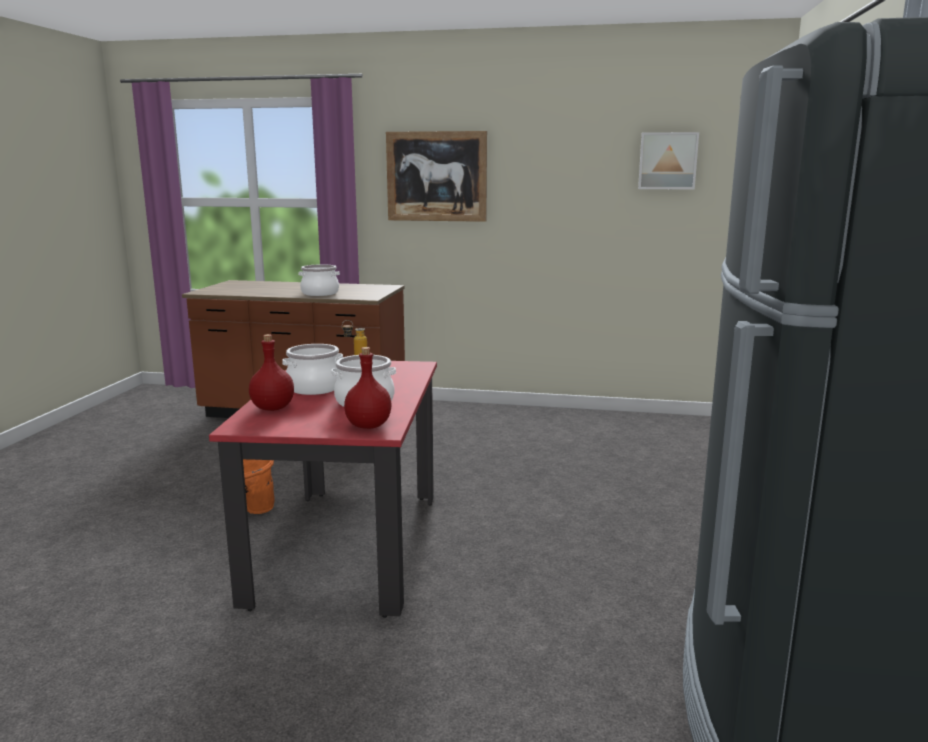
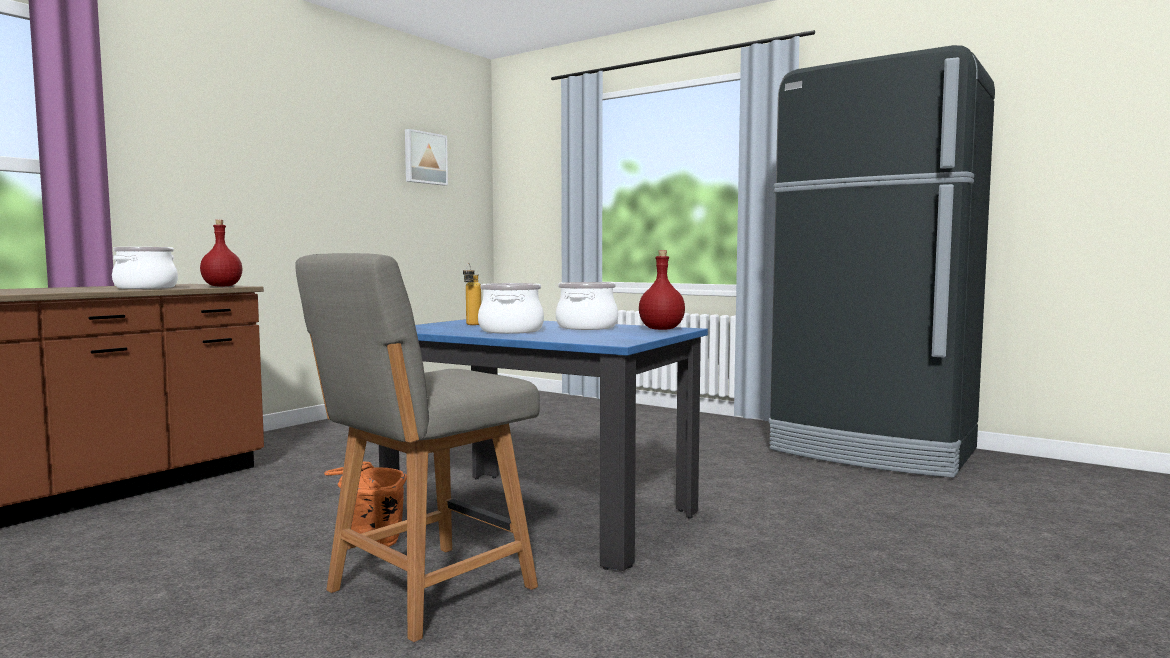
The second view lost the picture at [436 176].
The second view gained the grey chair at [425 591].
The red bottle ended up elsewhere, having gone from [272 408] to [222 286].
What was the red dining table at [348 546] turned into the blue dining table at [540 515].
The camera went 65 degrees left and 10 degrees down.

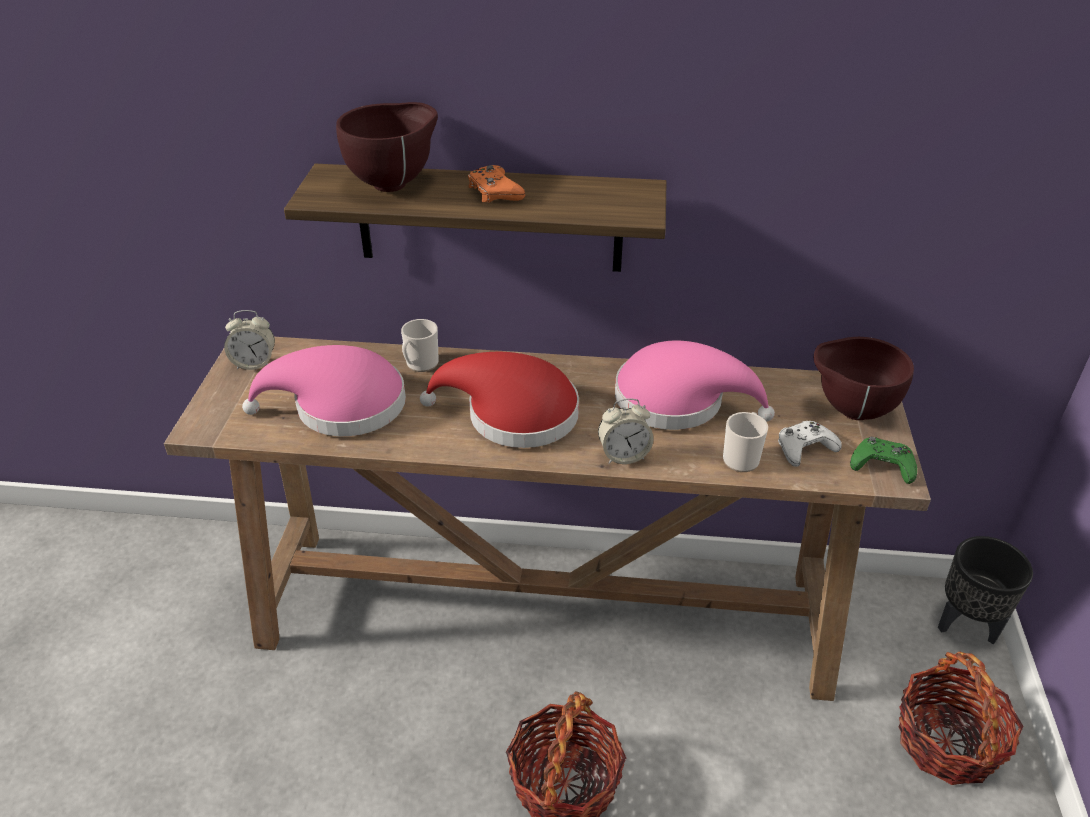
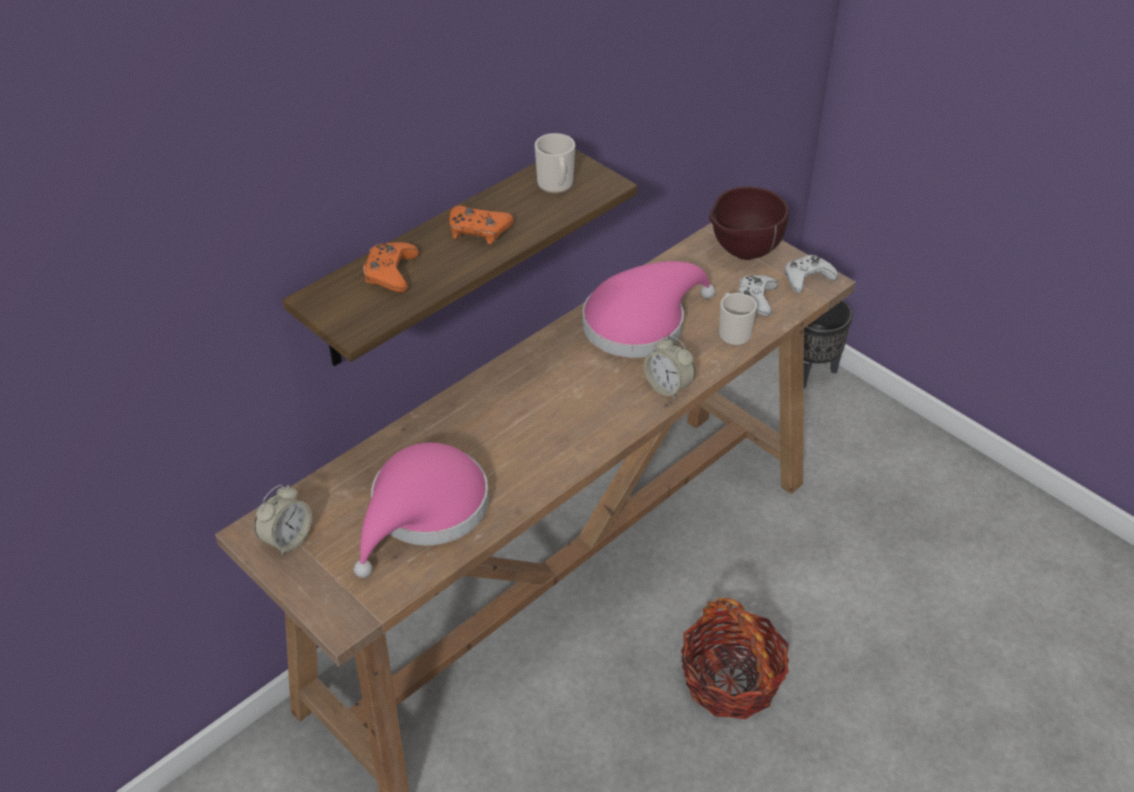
The second view lost the red hat at [513 414].
The second view lost the basket at [947 742].
The mug ended up elsewhere, having gone from [420 364] to [556 185].
Where the brown bowl stood at [394 184], the orange game controller came to stand at [391 273].
What was the green game controller at [882 465] turned into the white game controller at [807 278].
The alarm clock at [623 455] ended up facing another way, 105 degrees clockwise from before.
The camera went 50 degrees left and 5 degrees up.

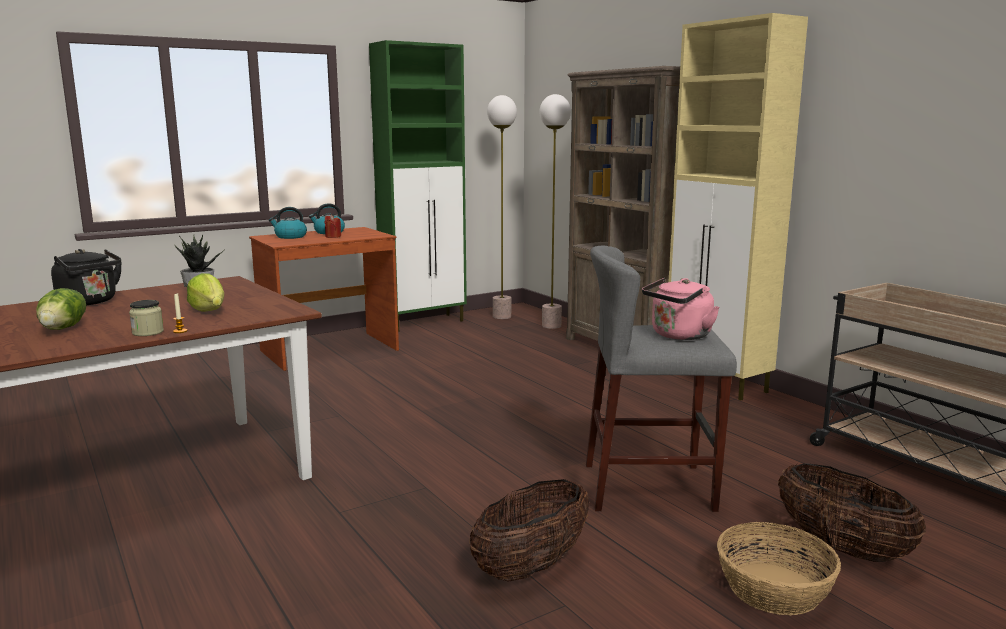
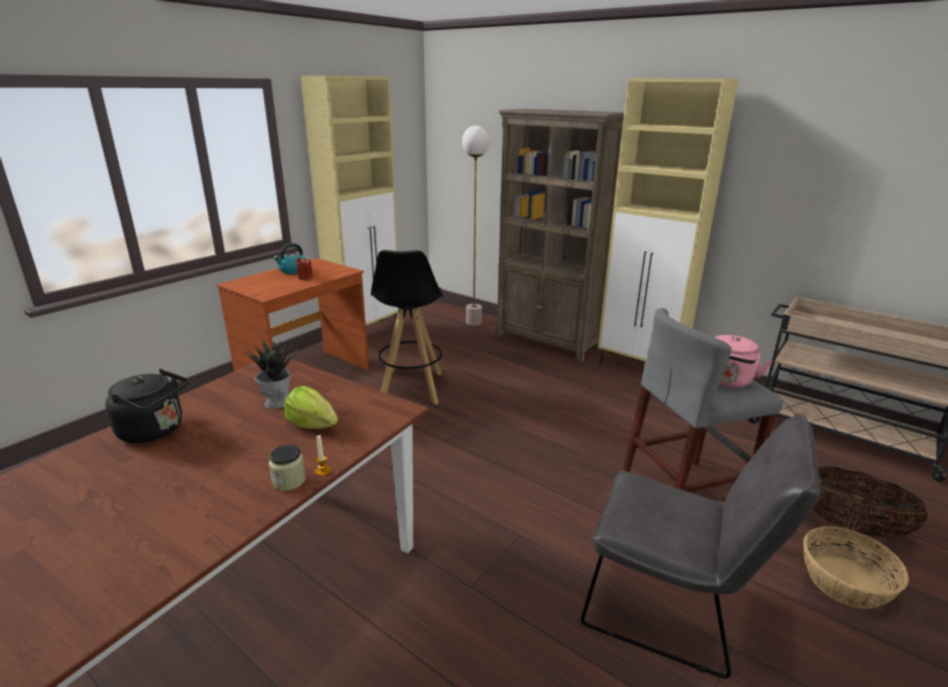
The second view lost the lettuce at [64 328].
The second view lost the kettle at [290 237].
The second view lost the floor lamp at [501 316].
The second view gained the black stool at [411 388].
Where the basket stood at [531 567], the grey chair came to stand at [673 609].
What was the green cabinet at [425 323] turned into the beige cabinet at [366 332].
The camera went 20 degrees left and 10 degrees up.

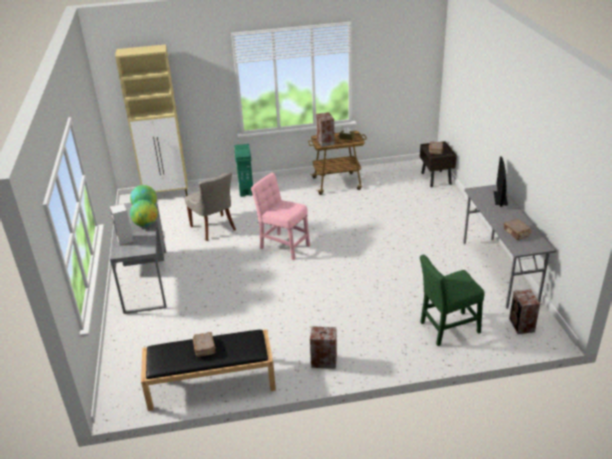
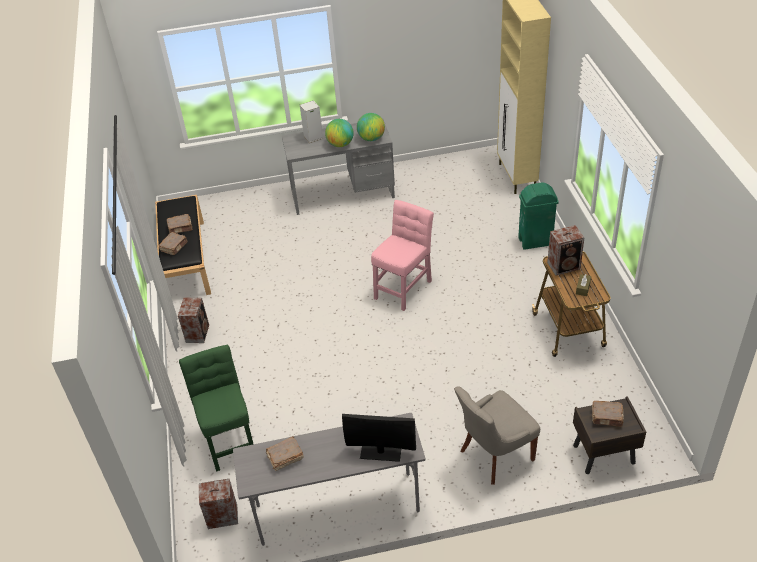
The second view gained the brown book at [174 247].
The grey chair ended up elsewhere, having gone from [214 228] to [494 455].
The camera went 90 degrees right and 10 degrees up.

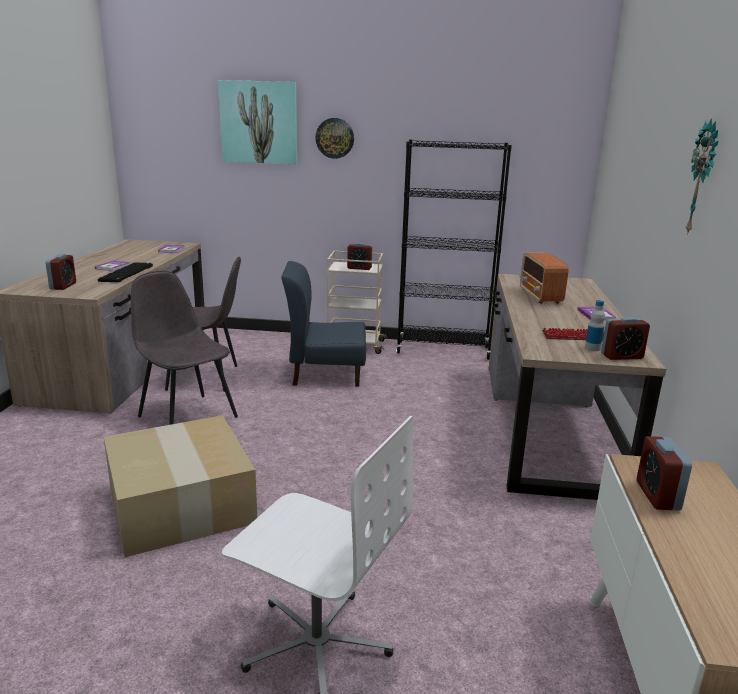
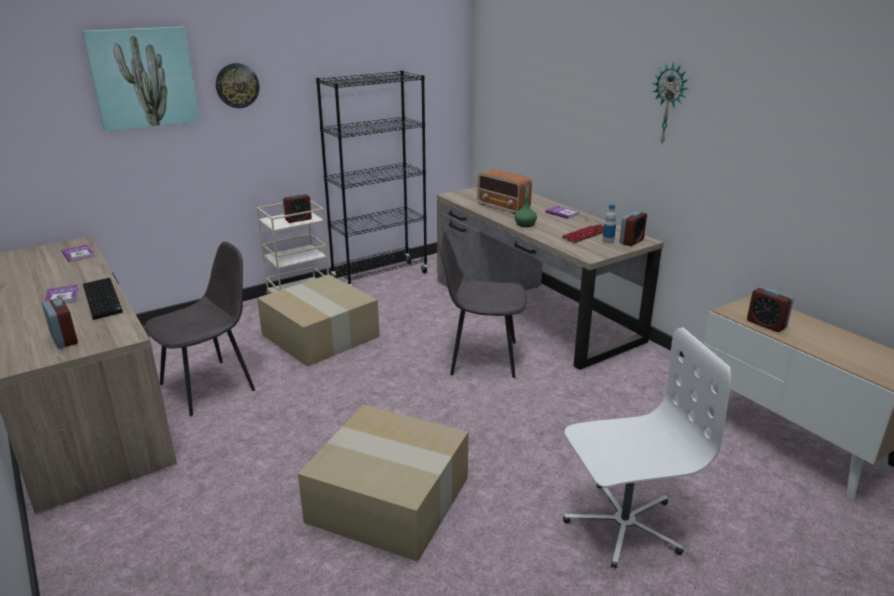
The second view gained the green bottle at [525 224].
The grey chair ended up elsewhere, having gone from [186 416] to [481 358].
Where the blue chair stood at [325 374], the cardboard box came to stand at [318 335].
The camera went 40 degrees left and 5 degrees up.

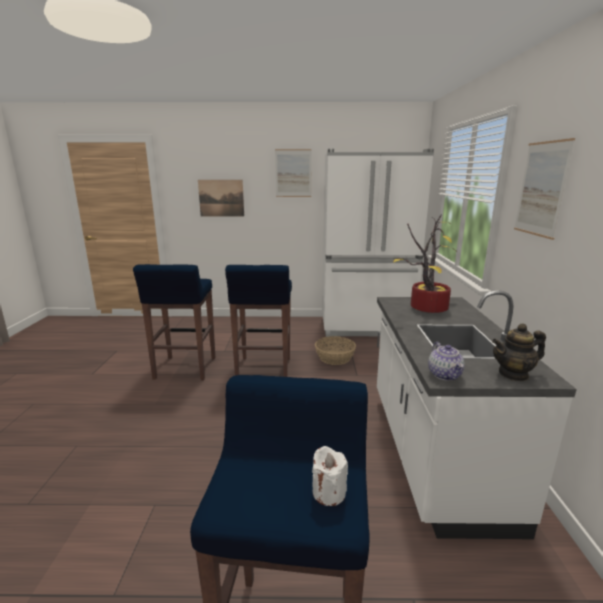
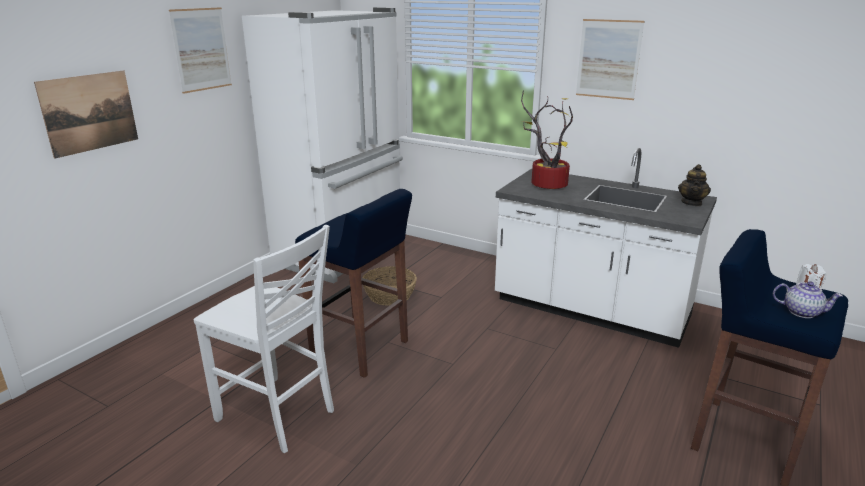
The teapot ended up elsewhere, having gone from [445 375] to [802 312].
Where the blue stool stood at [185 369], the white chair came to stand at [278 416].
The camera went 60 degrees left and 5 degrees up.

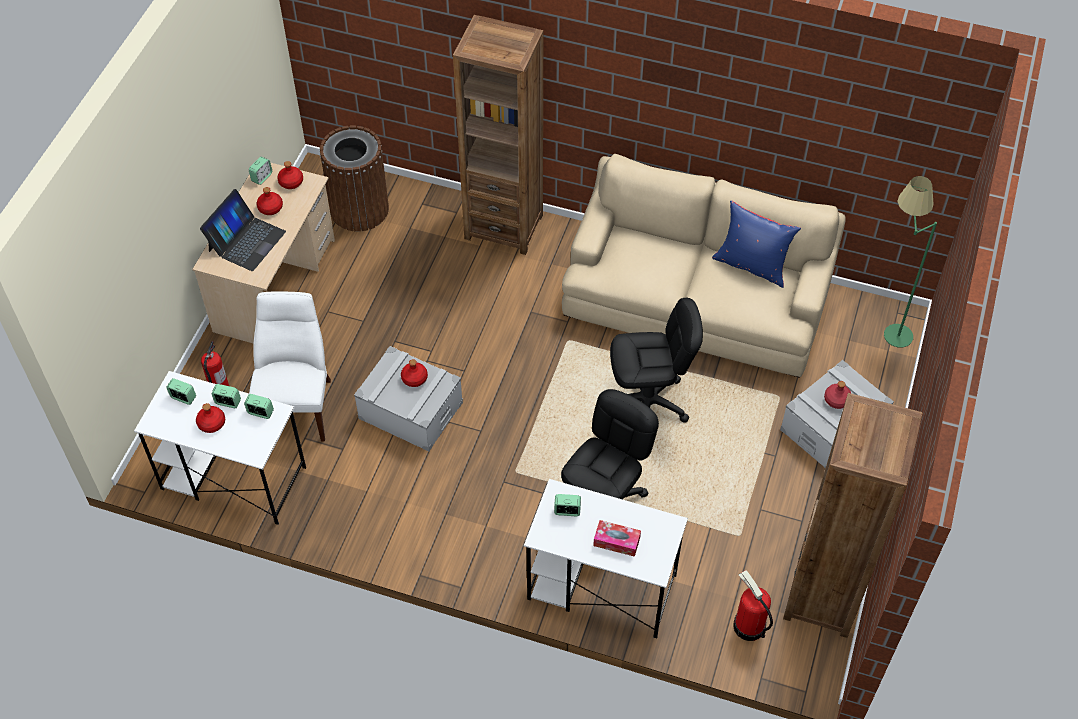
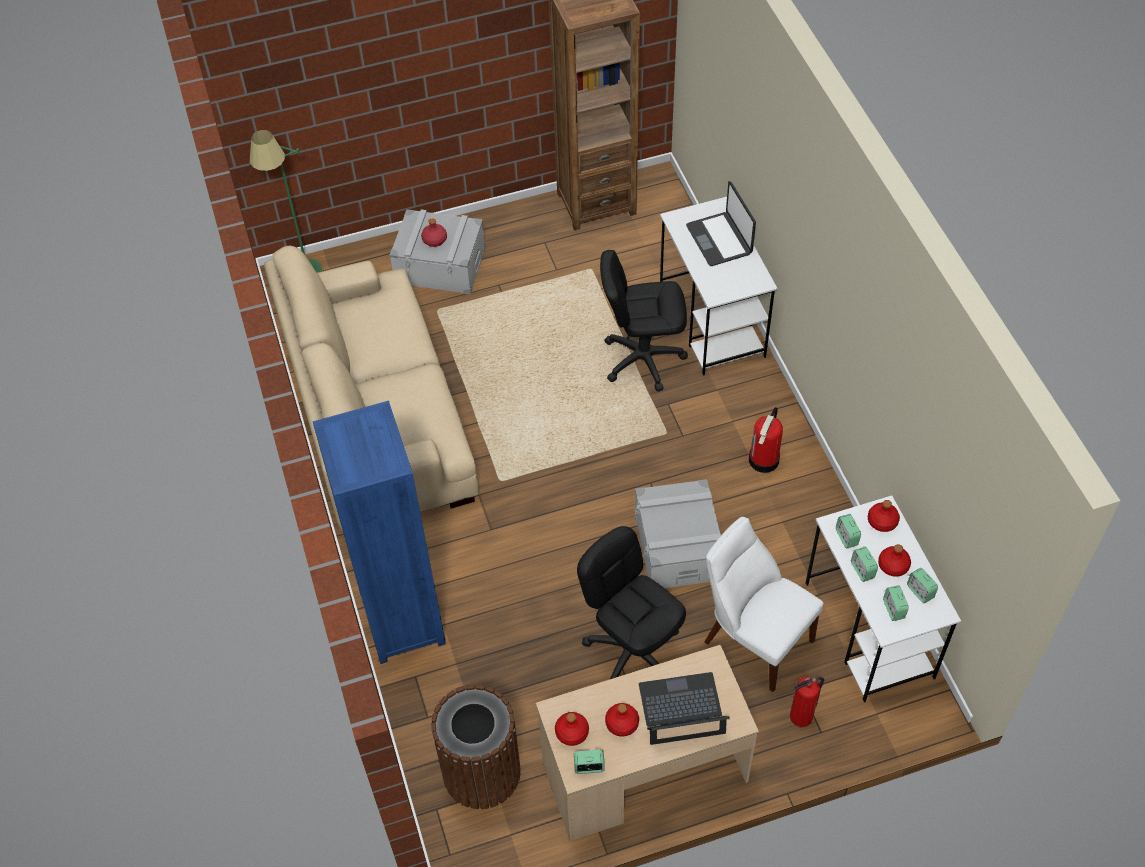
The second view lost the blue pillow at [751 265].
The red bottle ended up elsewhere, having gone from [414 378] to [882 522].
The alarm clock ended up elsewhere, having gone from [567 511] to [920 591].
The black office chair ended up elsewhere, having gone from [648 403] to [632 650].
The fire extinguisher ended up elsewhere, having gone from [748 626] to [764 460].
Where the tissue box stood at [616 541], the laptop came to stand at [720 240].
What was the brown bookcase at [504 227] turned into the blue bookcase at [402 620].
The white chair at [298 405] ended up facing another way, 75 degrees clockwise from before.
The camera went 125 degrees left and 0 degrees up.

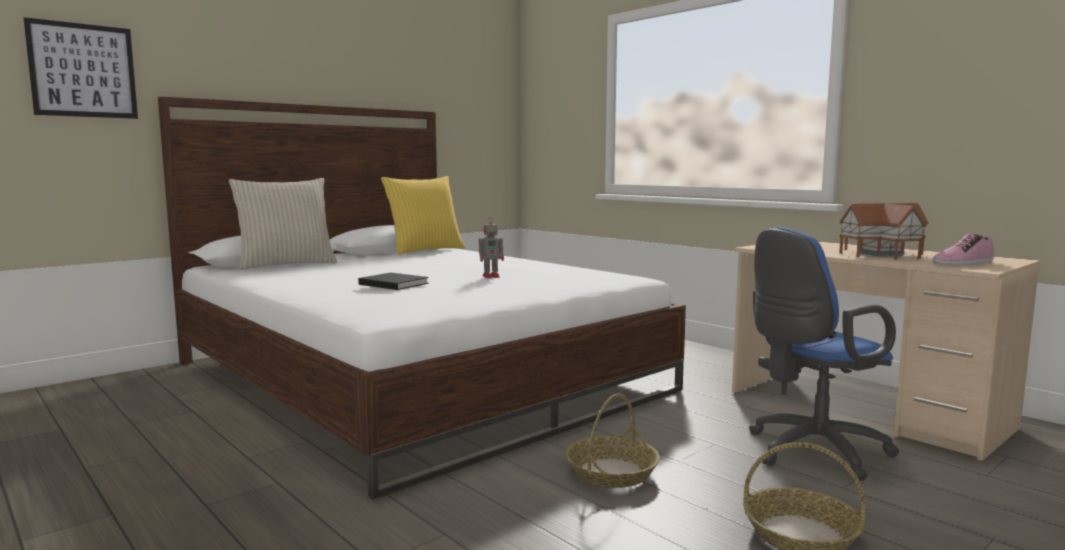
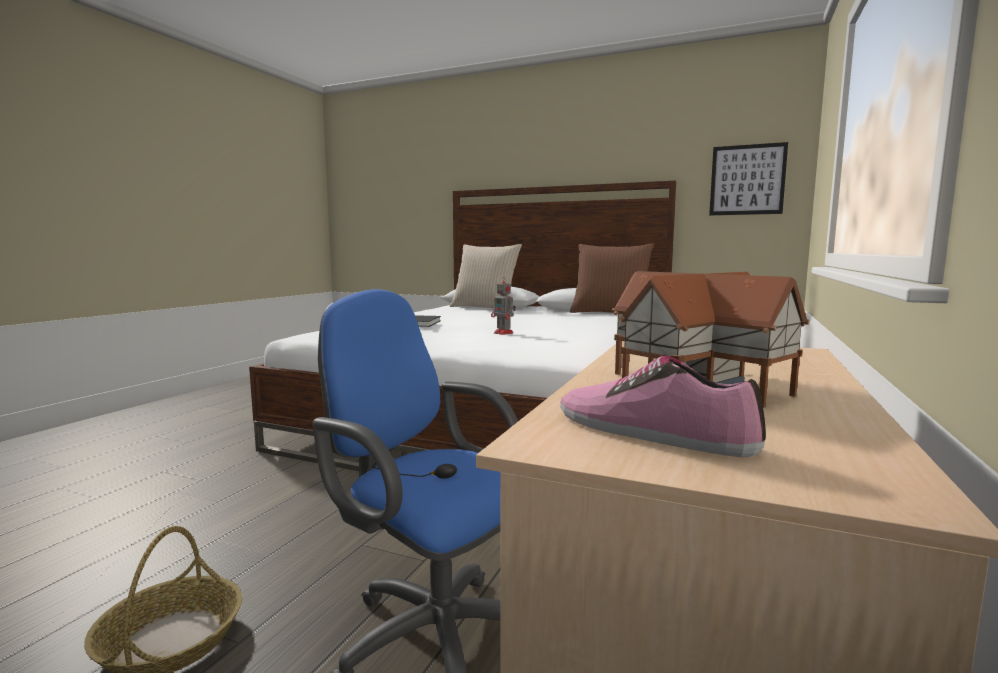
The second view lost the basket at [611 472].
The picture ended up elsewhere, having gone from [83 70] to [747 180].
What was the yellow pillow at [425 250] turned into the brown pillow at [610 313].
The camera went 65 degrees right and 0 degrees up.

